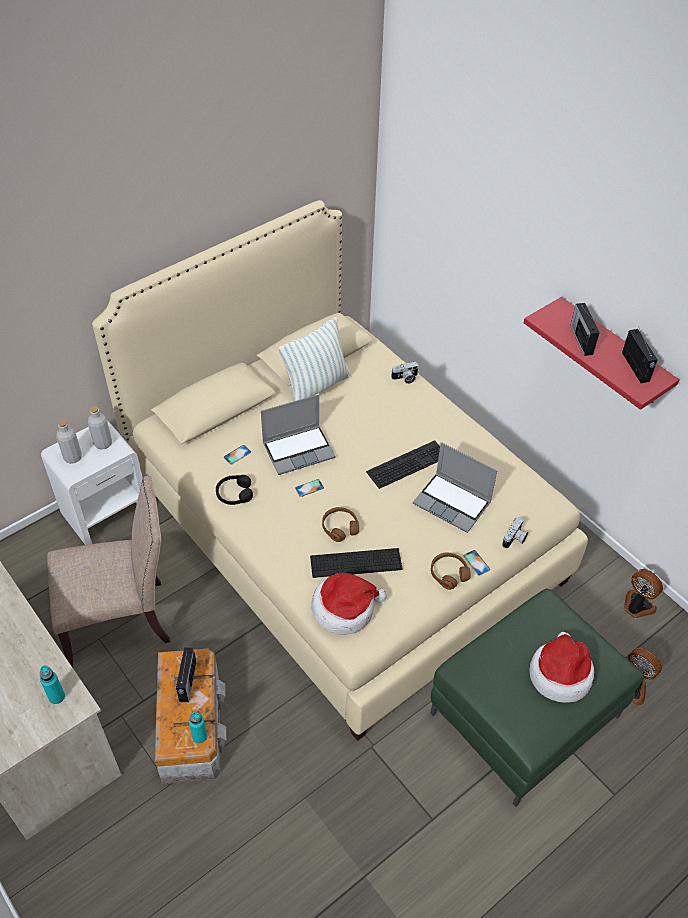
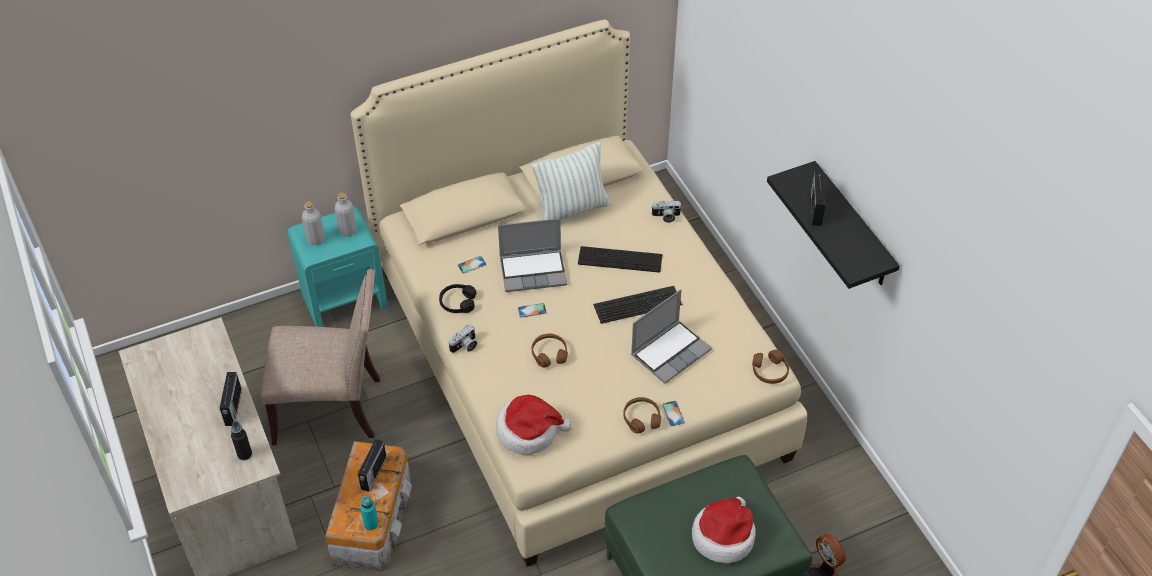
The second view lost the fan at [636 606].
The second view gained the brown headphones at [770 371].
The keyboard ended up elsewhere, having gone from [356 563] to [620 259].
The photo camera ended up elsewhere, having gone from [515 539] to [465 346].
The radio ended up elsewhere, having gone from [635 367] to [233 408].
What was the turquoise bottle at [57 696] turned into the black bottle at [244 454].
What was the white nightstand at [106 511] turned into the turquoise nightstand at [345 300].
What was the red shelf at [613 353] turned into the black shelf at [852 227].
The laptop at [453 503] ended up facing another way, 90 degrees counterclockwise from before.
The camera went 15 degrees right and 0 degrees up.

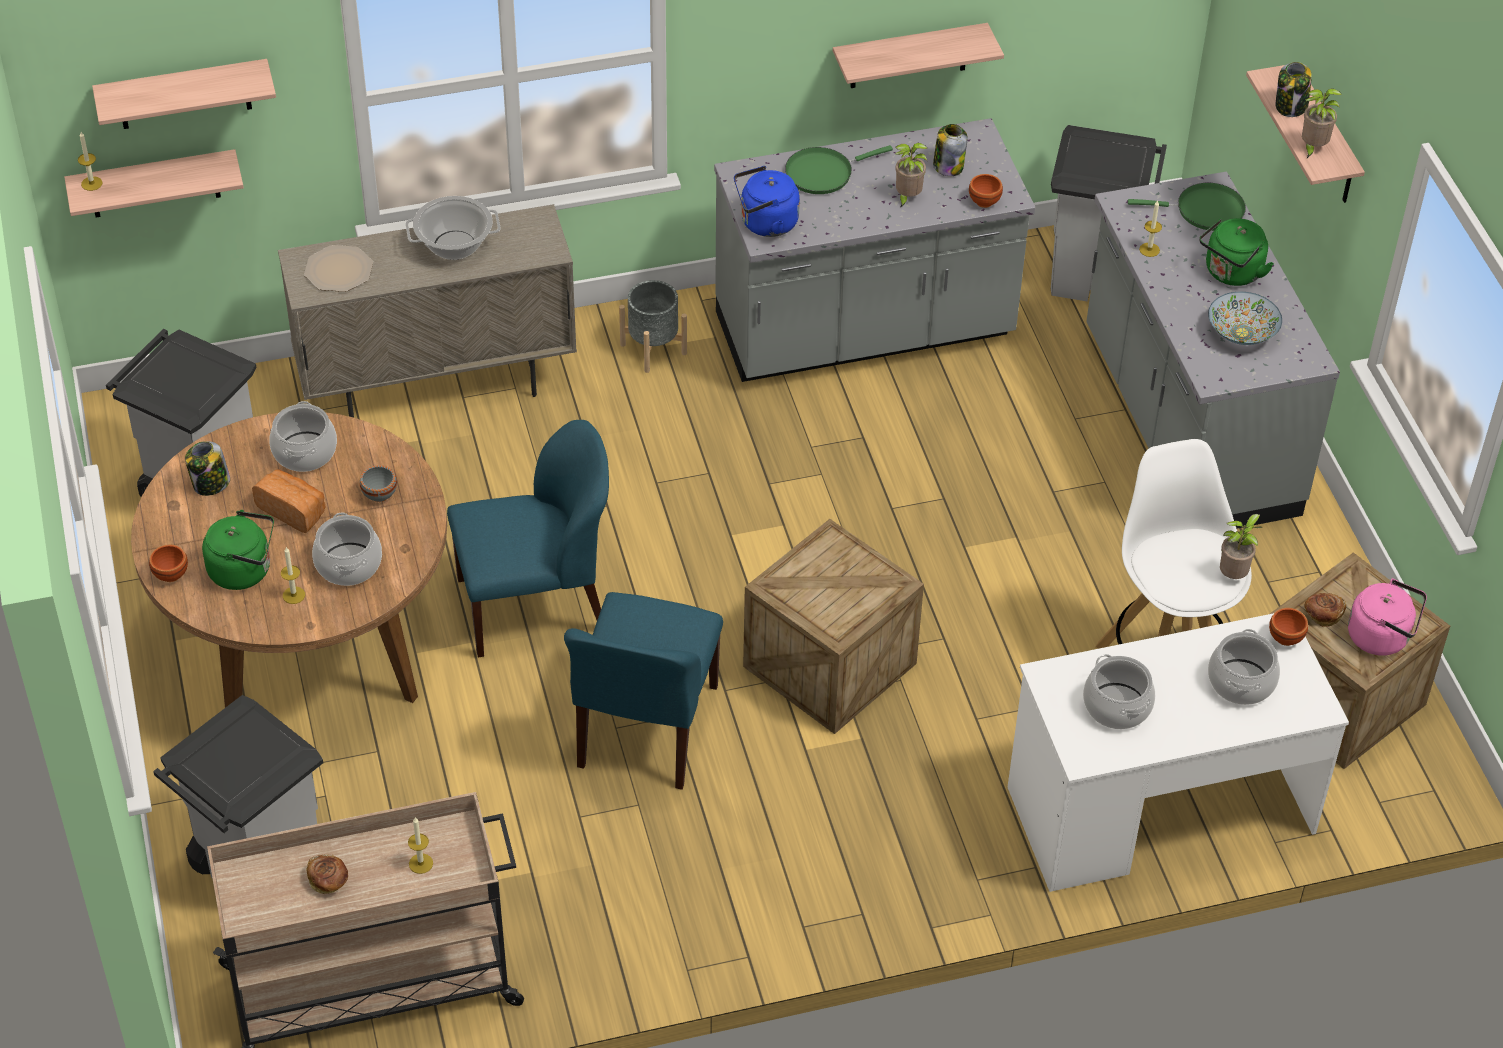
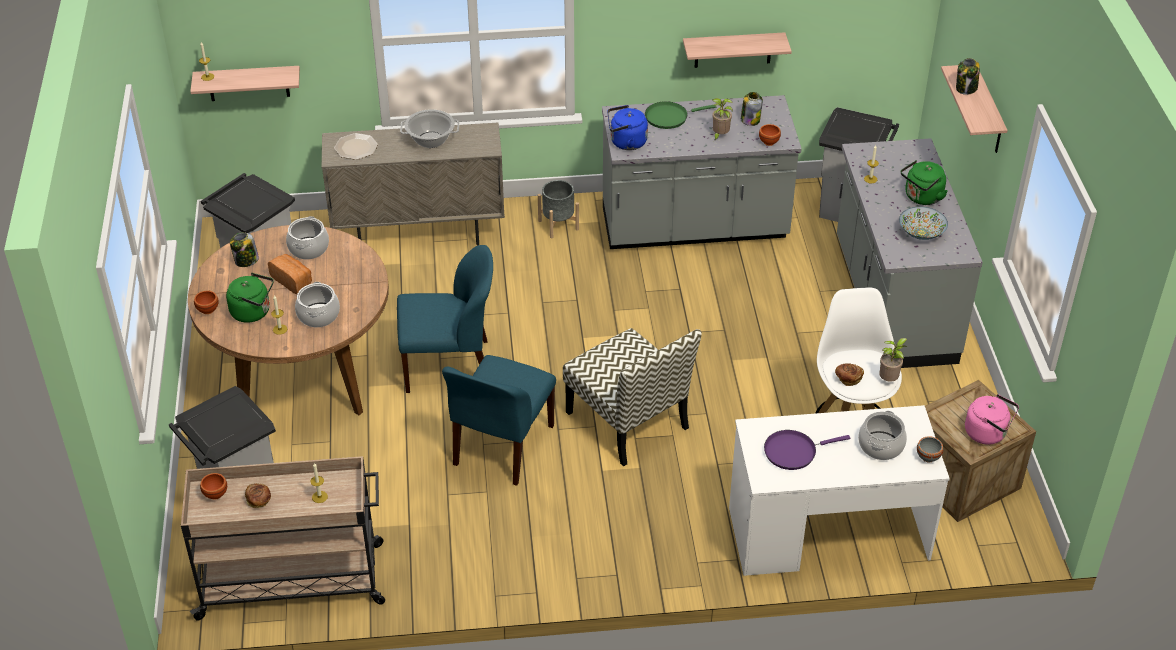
The second view lost the shelf at [184 94].
The second view lost the green frying pan at [1204 211].
The second view lost the potted plant at [1312 148].
The grey bowl ended up elsewhere, having gone from [380 496] to [928 458].
The brown bowl ended up elsewhere, having gone from [1286 639] to [215 495].
The bread ended up elsewhere, having gone from [1322 615] to [848 378].
Where the crate stood at [829 665], the chair came to stand at [629 421].
Where the cooking pot stood at [1116 706], the purple frying pan came to stand at [793 451].
The camera went 10 degrees right and 5 degrees down.

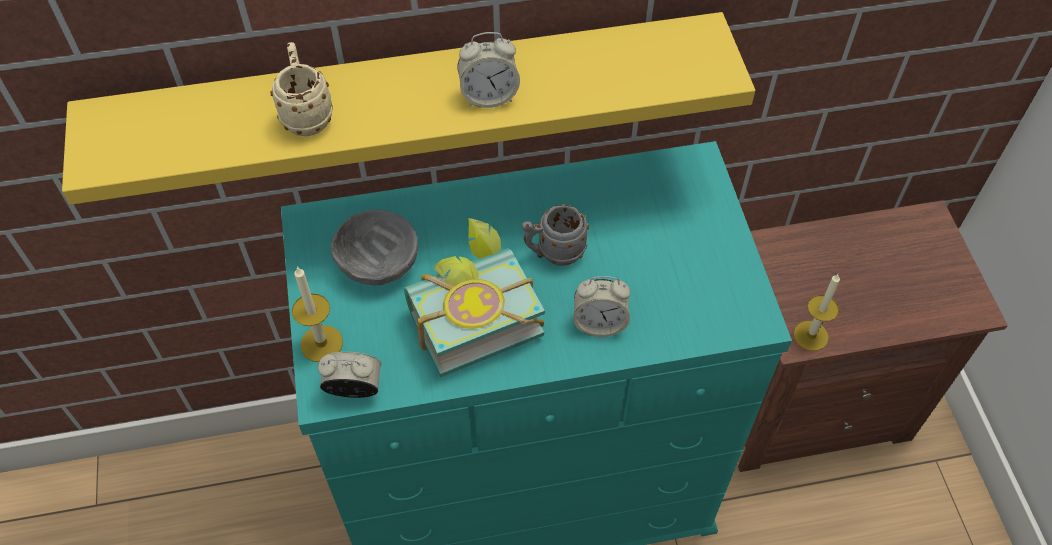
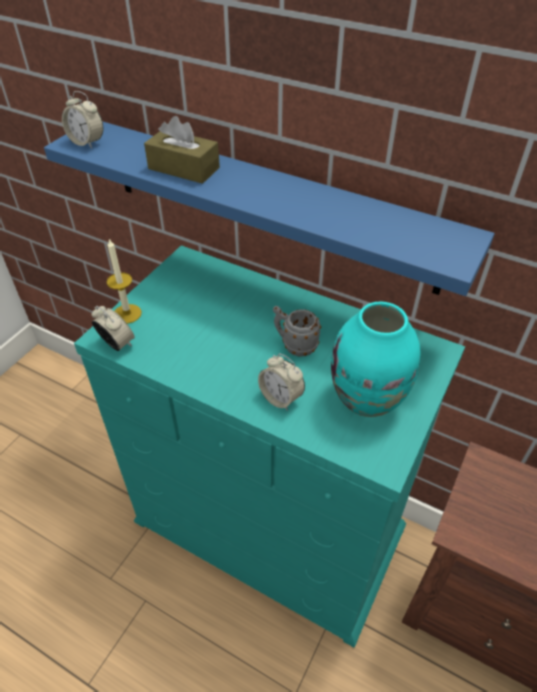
The second view lost the grey bowl at [378 263].
The second view lost the book at [470 314].
The second view lost the candle at [810 336].
The second view gained the turquoise vase at [368 399].
The alarm clock ended up elsewhere, having gone from [489 96] to [87 142].
Where the beige mug stood at [306 114], the brown tissue box came to stand at [184 168].
What was the yellow shelf at [410 96] turned into the blue shelf at [267 203].
The camera went 40 degrees right and 10 degrees down.

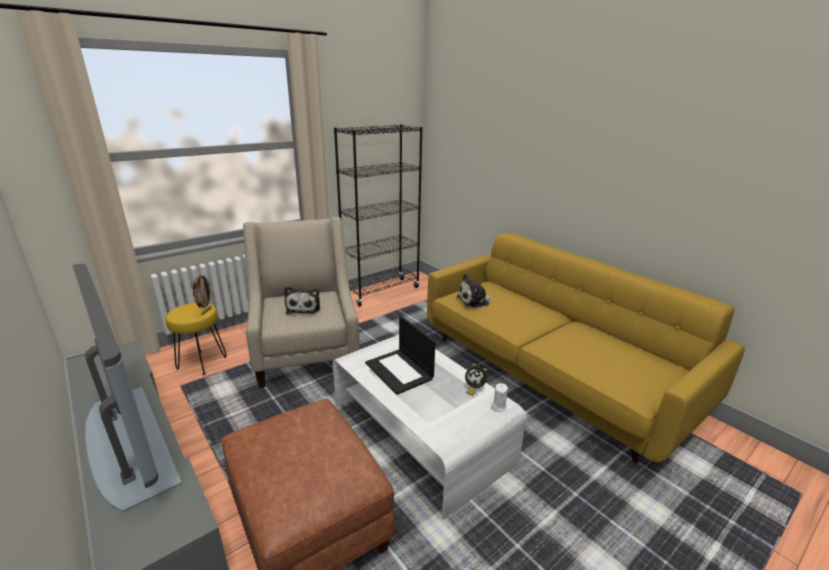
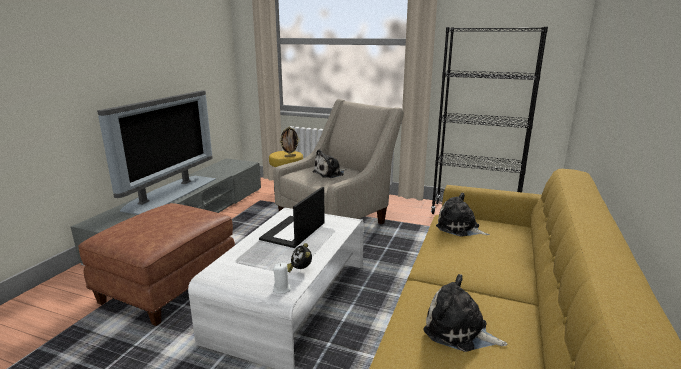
The second view gained the plush toy at [459 331].
The camera went 60 degrees right and 5 degrees down.

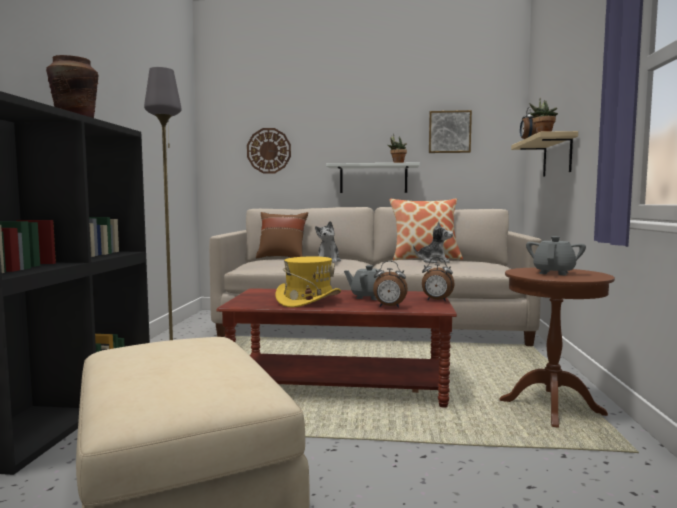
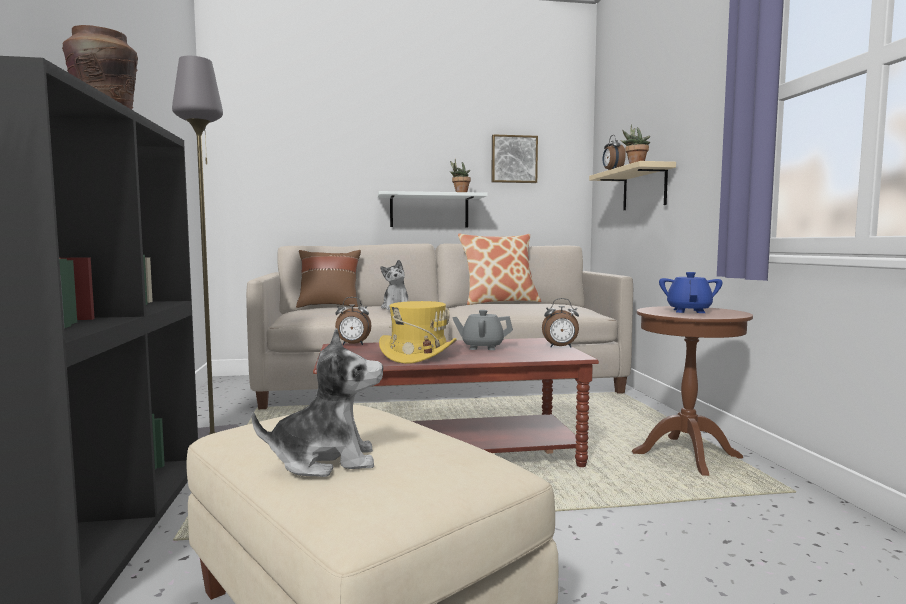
The second view lost the wall clock at [269 150].
The alarm clock ended up elsewhere, having gone from [389 307] to [353 344].
The plush toy ended up elsewhere, having gone from [434 261] to [325 461].
What was the grey teapot at [554 273] turned into the blue teapot at [689 311].
The camera went 15 degrees left and 0 degrees up.

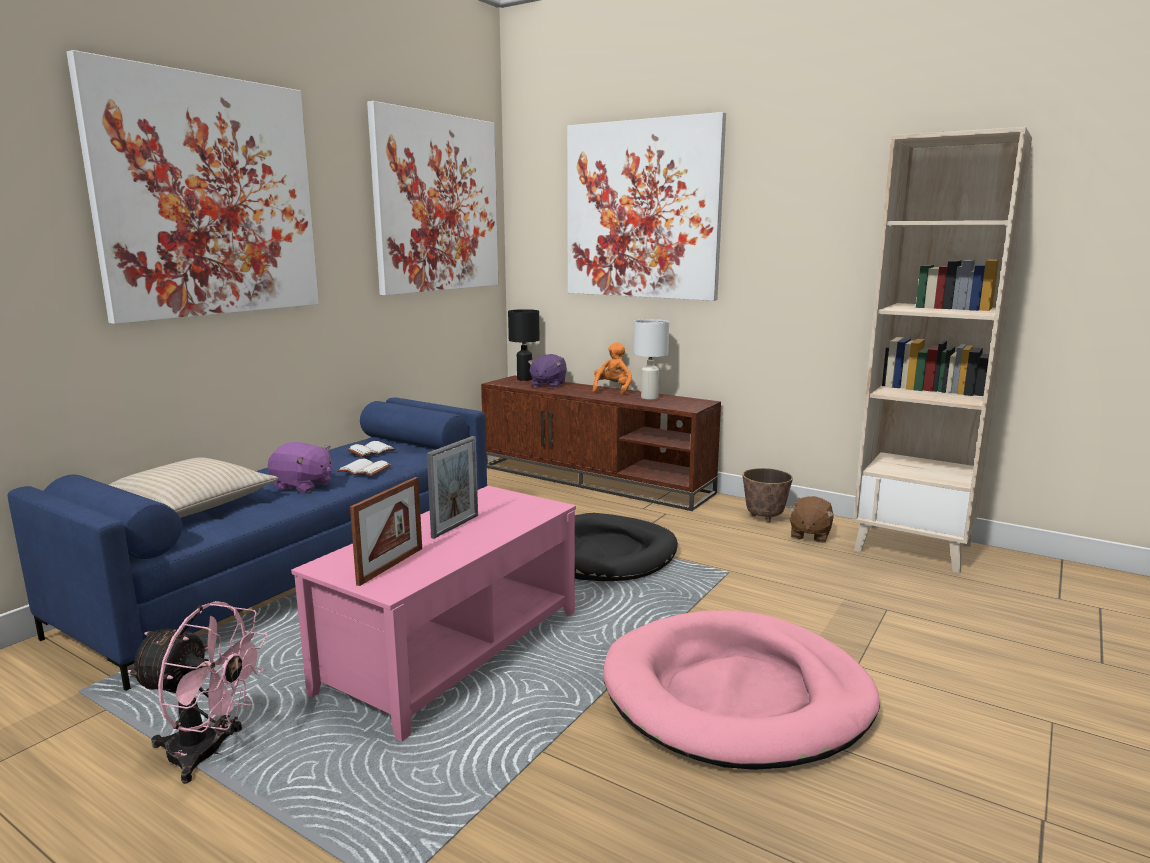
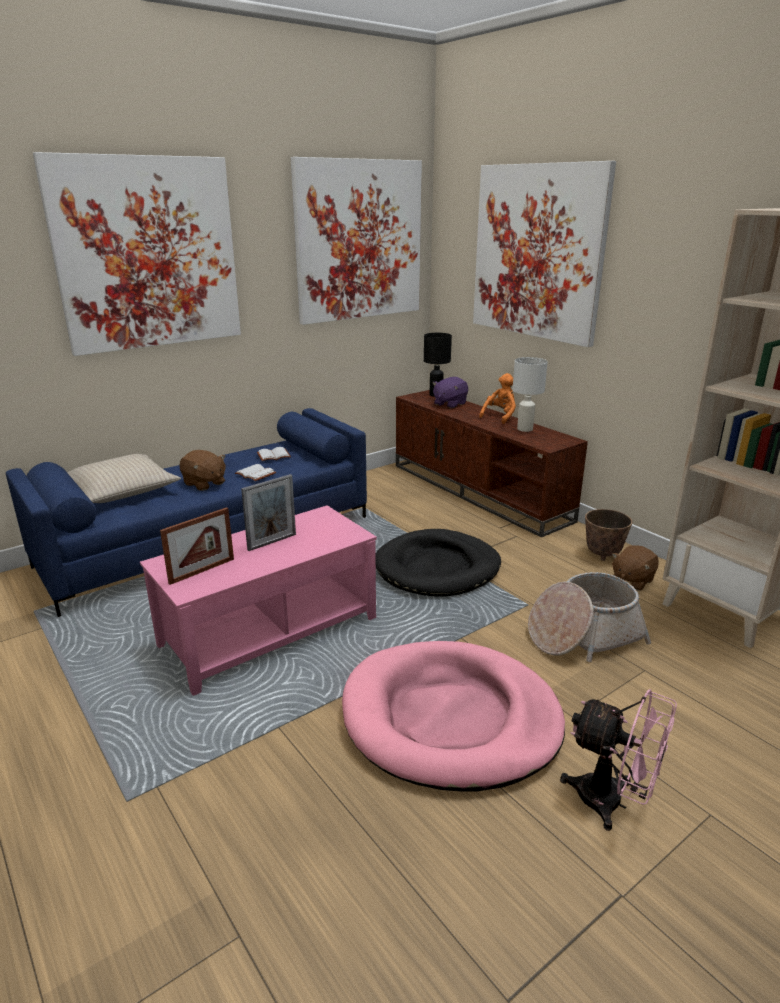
The second view gained the basket at [583 635].
The pink fan ended up elsewhere, having gone from [208 753] to [612 802].
What was the purple plush toy at [303 486] turned into the brown plush toy at [204 483].
The camera went 20 degrees right and 10 degrees up.

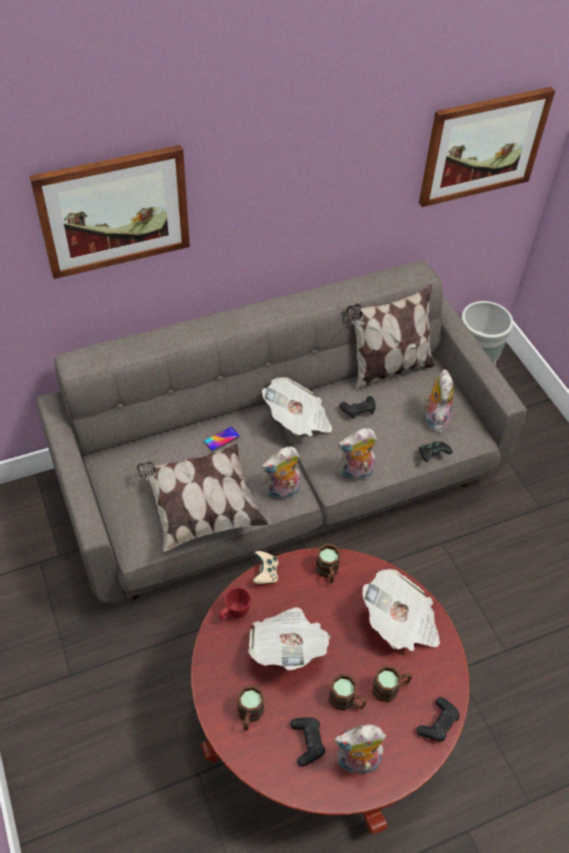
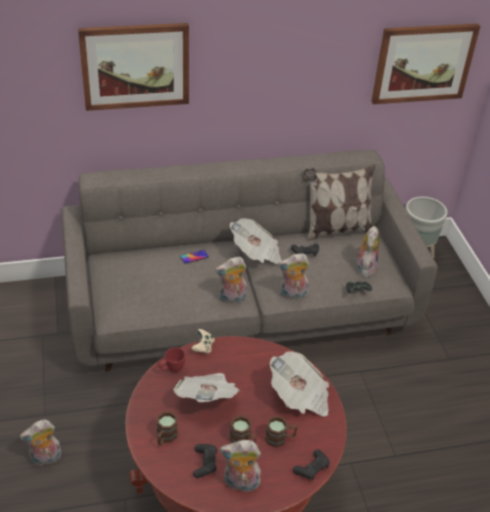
The second view lost the pillow at [201 508].
The second view lost the brown mug at [328 572].
The second view gained the plush toy at [45 459].
The camera went 10 degrees right and 10 degrees down.

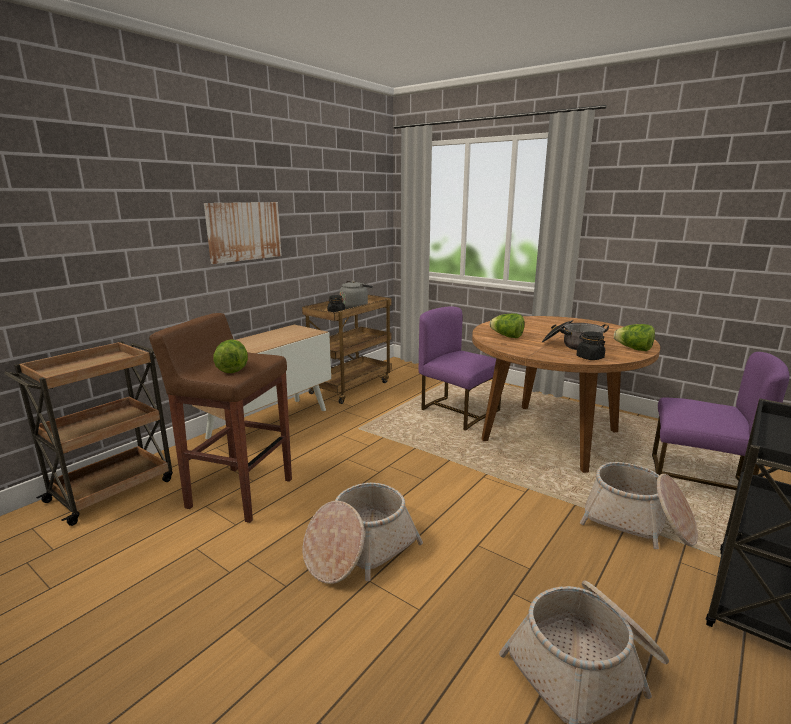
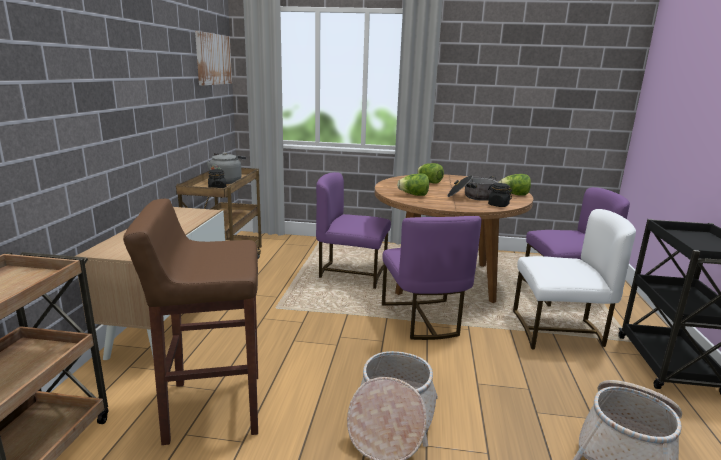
The second view gained the purple chair at [423 319].
The picture ended up elsewhere, having gone from [244 231] to [213 59].
The lettuce ended up elsewhere, having gone from [232 369] to [429 182].
Where the basket stood at [637 523], the white chair came to stand at [559 331].
The camera went 30 degrees left and 0 degrees up.

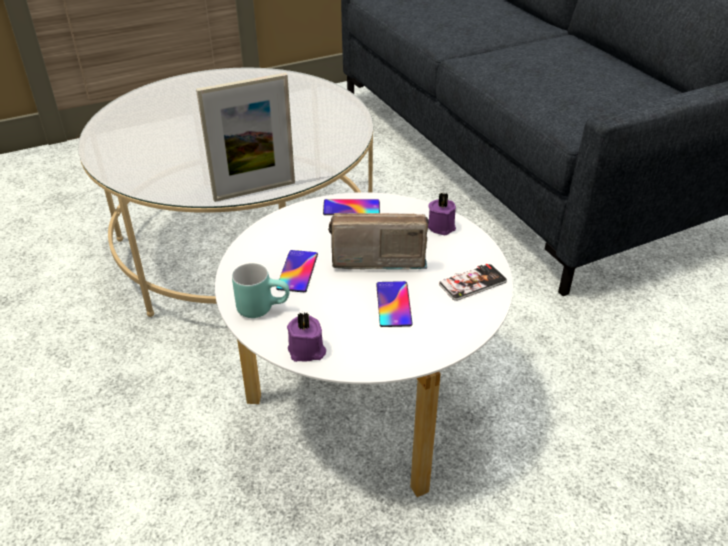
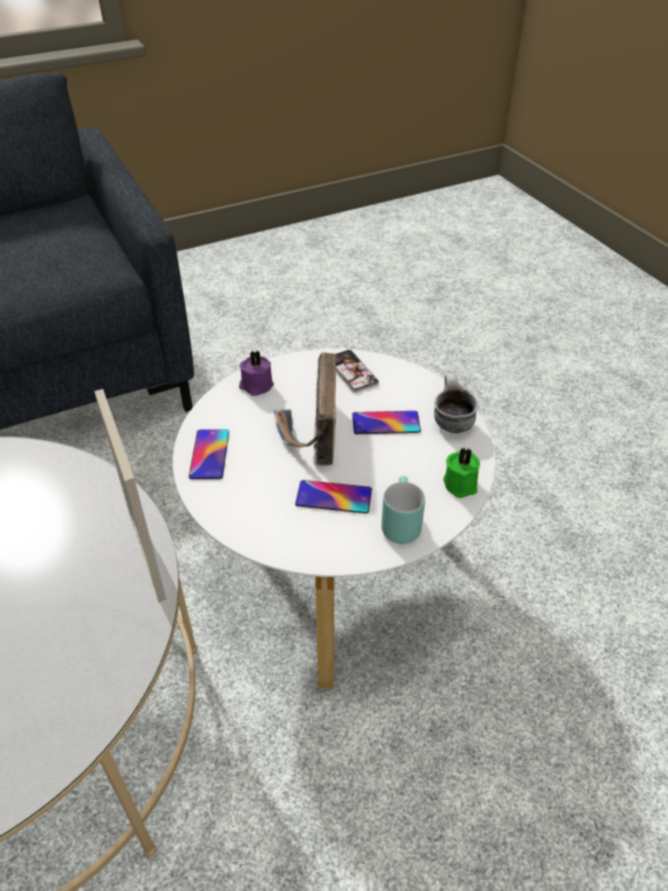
The second view gained the mug at [450 421].
What was the purple candle at [307 351] turned into the green candle at [461 483].
The camera went 90 degrees left and 5 degrees up.

